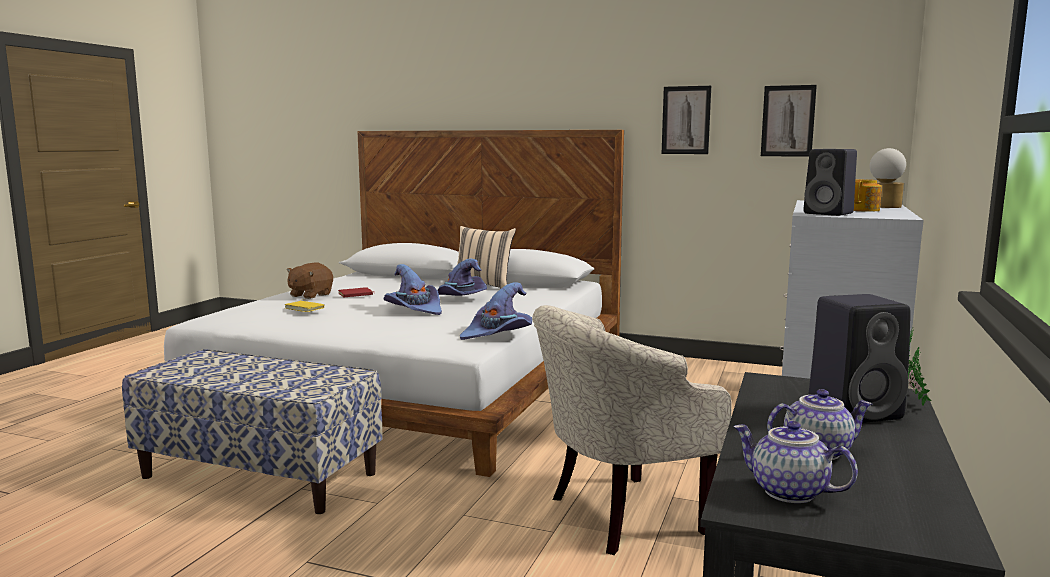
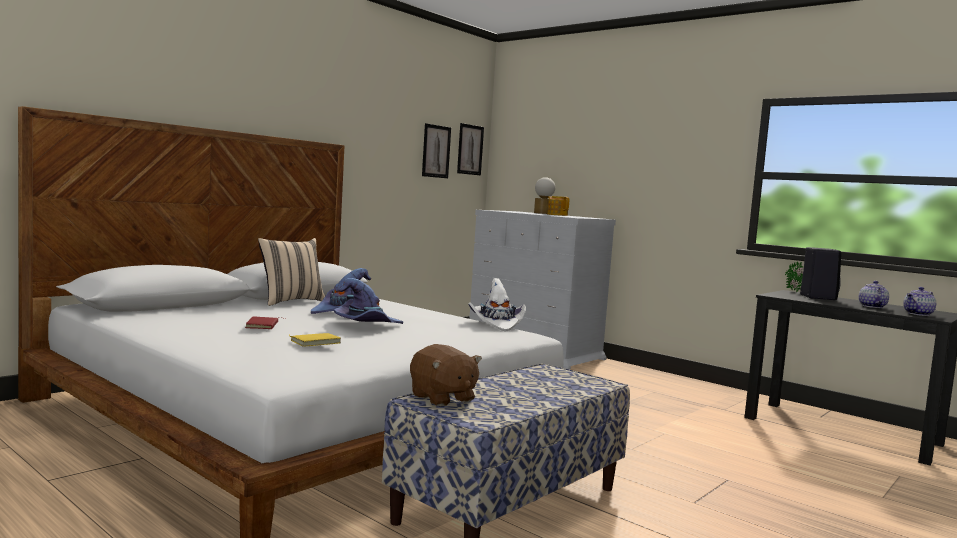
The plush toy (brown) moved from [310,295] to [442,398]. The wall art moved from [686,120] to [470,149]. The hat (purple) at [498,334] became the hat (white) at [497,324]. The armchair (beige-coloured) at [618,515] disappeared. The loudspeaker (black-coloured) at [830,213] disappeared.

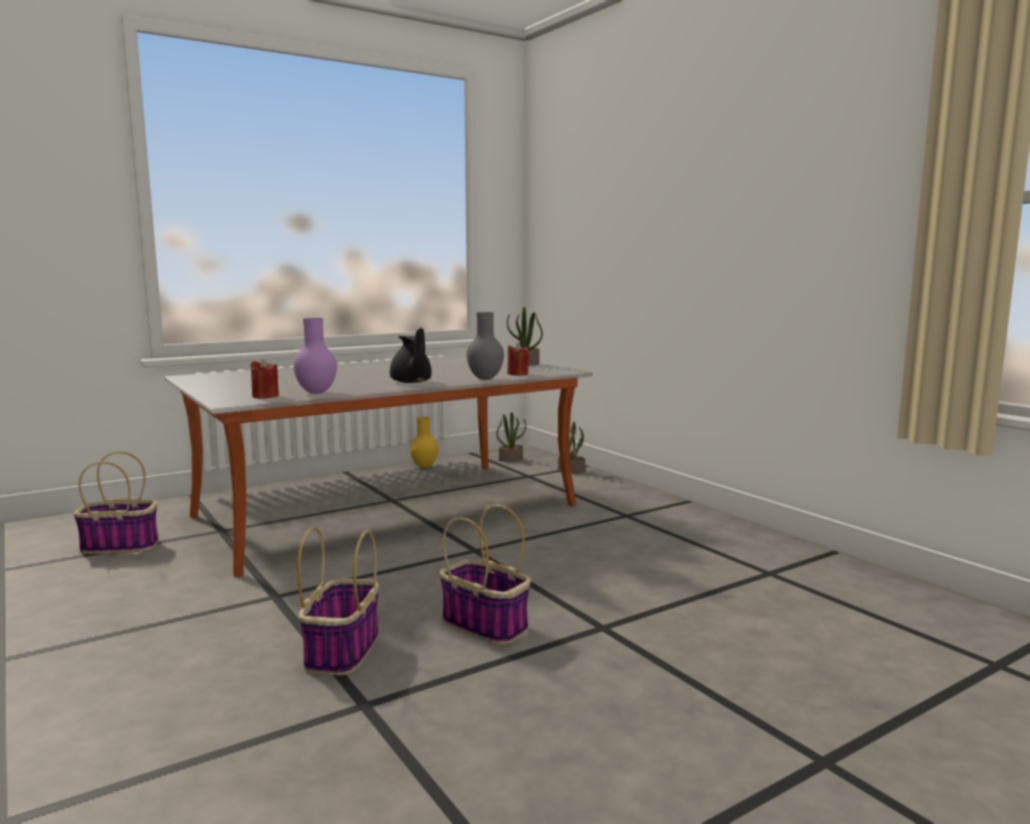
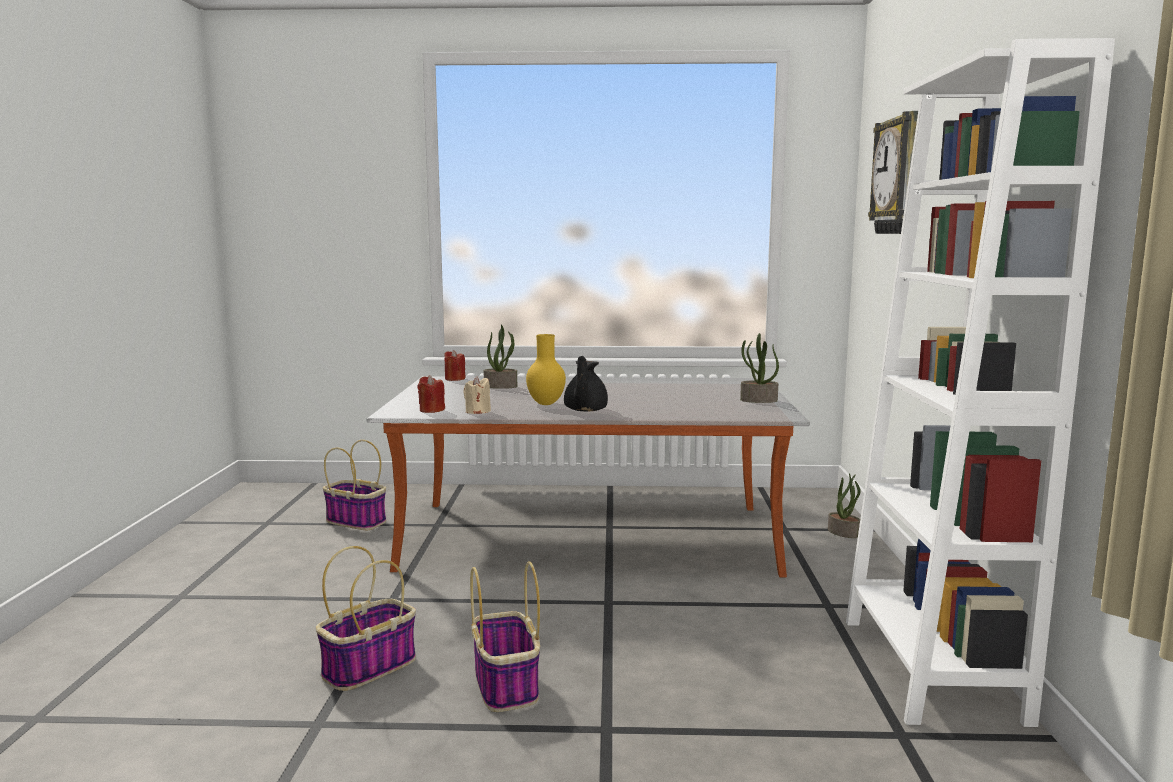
The wax light (red) moved from [517,374] to [454,379]. The decorative vase (purple) at [316,392] was replaced by the wax light (beige-coloured) at [477,411]. The potted plant moved from [511,459] to [501,386]. The decorative vase (yellow-coloured) moved from [423,467] to [545,404]. The bookcase (white) at [931,668] appeared. The wall clock at [898,176] appeared. The decorative vase (gray) at [484,379] disappeared.

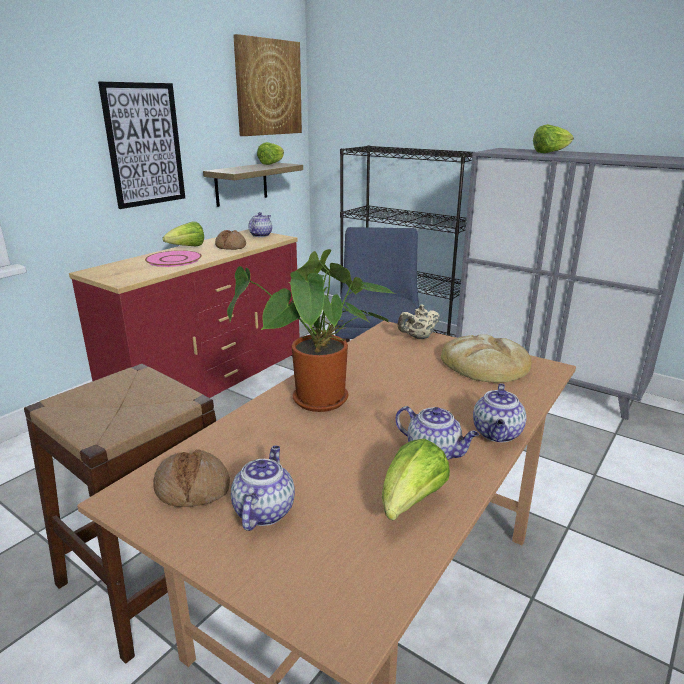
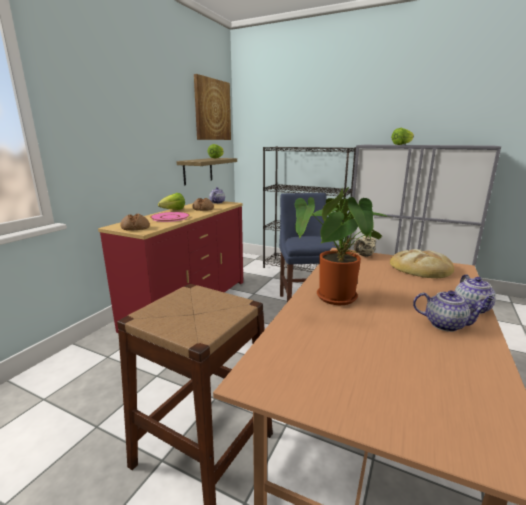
The bread moved from [192,488] to [135,228]. The wall art at [144,145] disappeared. The teapot at [264,510] disappeared. The head of lettuce at [411,503] disappeared.

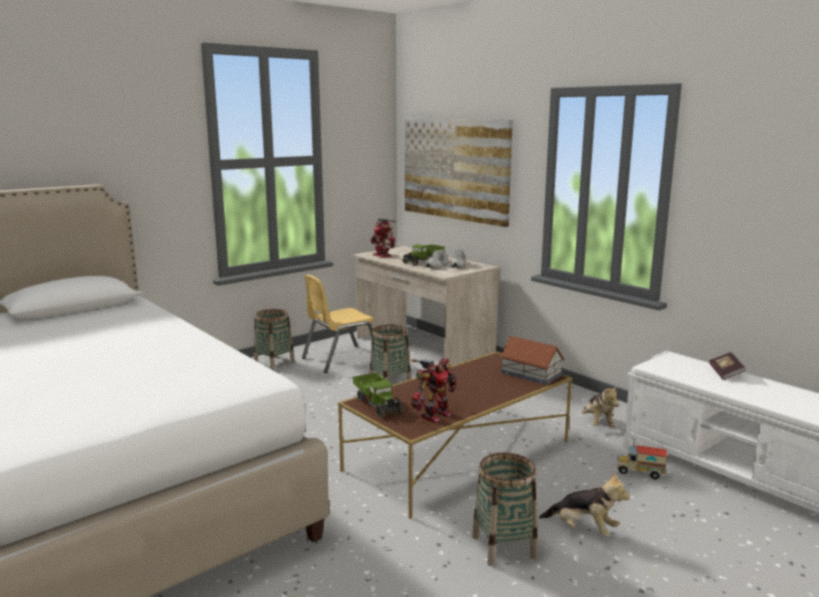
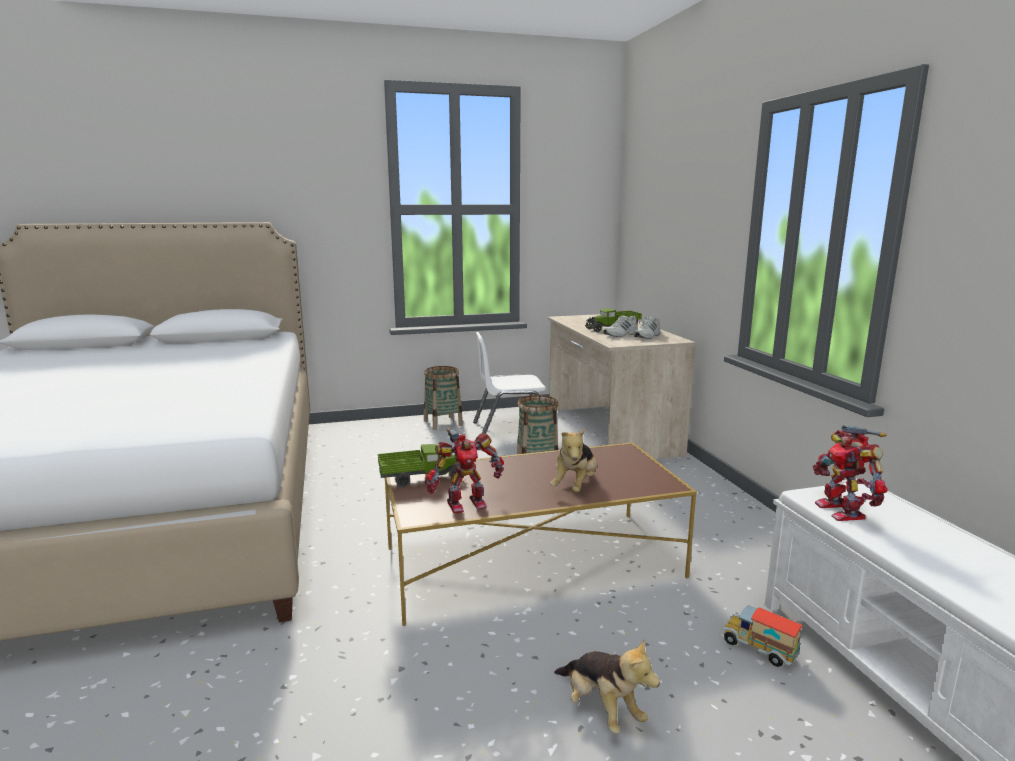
The model truck at [378,404] turned 105 degrees counterclockwise. The upright chair (yellow-coloured) at [341,359] became the upright chair (white) at [511,429]. The plush toy moved from [598,423] to [575,486]. The toy robot moved from [383,255] to [843,511]. The wall art at [455,169] disappeared. The household basket at [504,546] disappeared. The model house at [531,374] disappeared. The bound book at [725,373] disappeared.

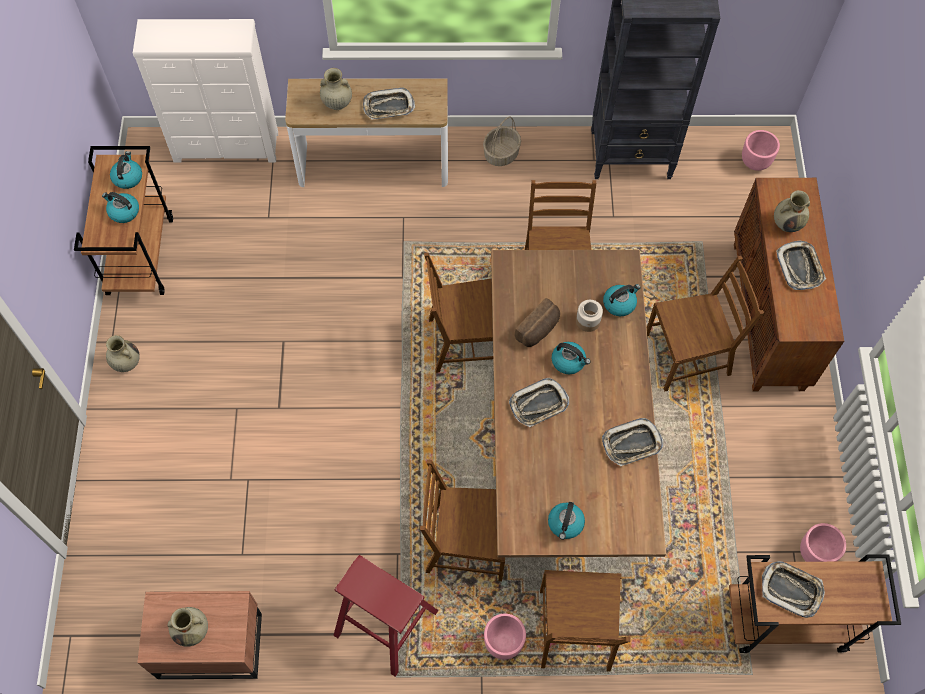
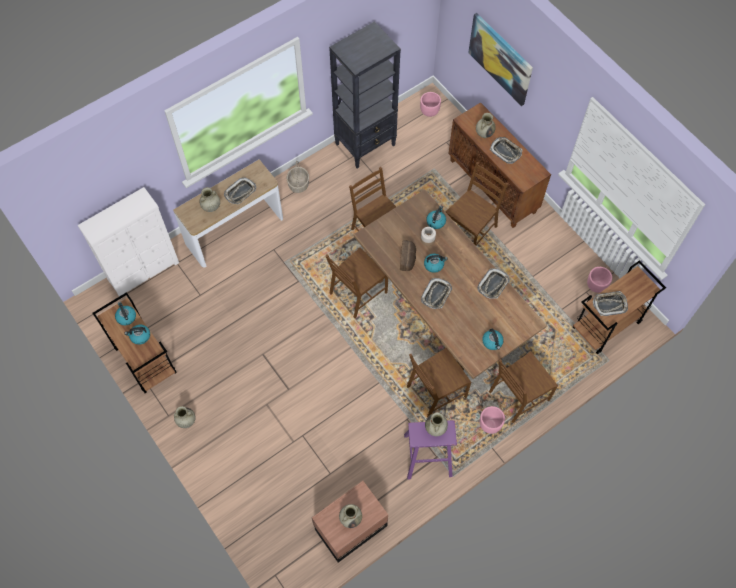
The stool (red) at [386,623] became the stool (purple) at [427,455]. The decorative vase (beige-coloured) at [435,428] appeared. The wall art at [500,59] appeared. The upright chair (brown) at [576,631] turned 90 degrees clockwise.

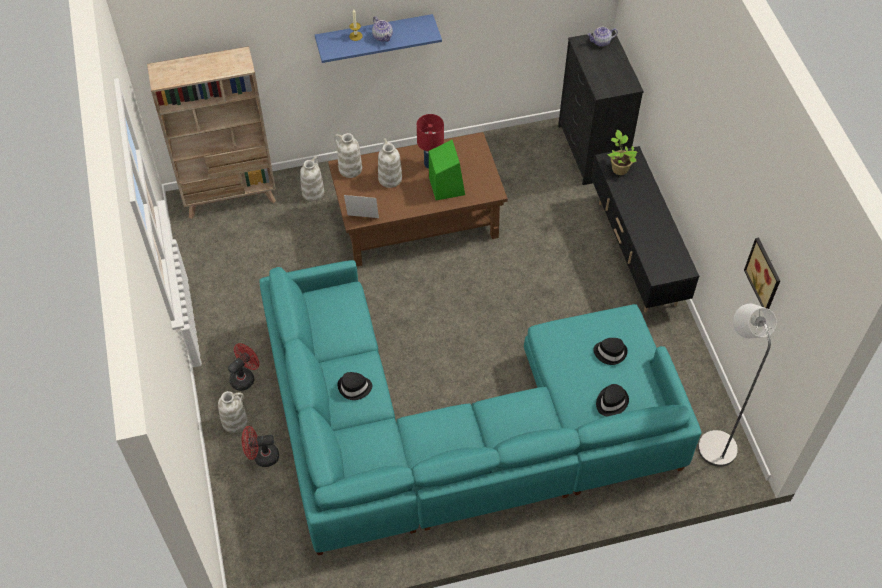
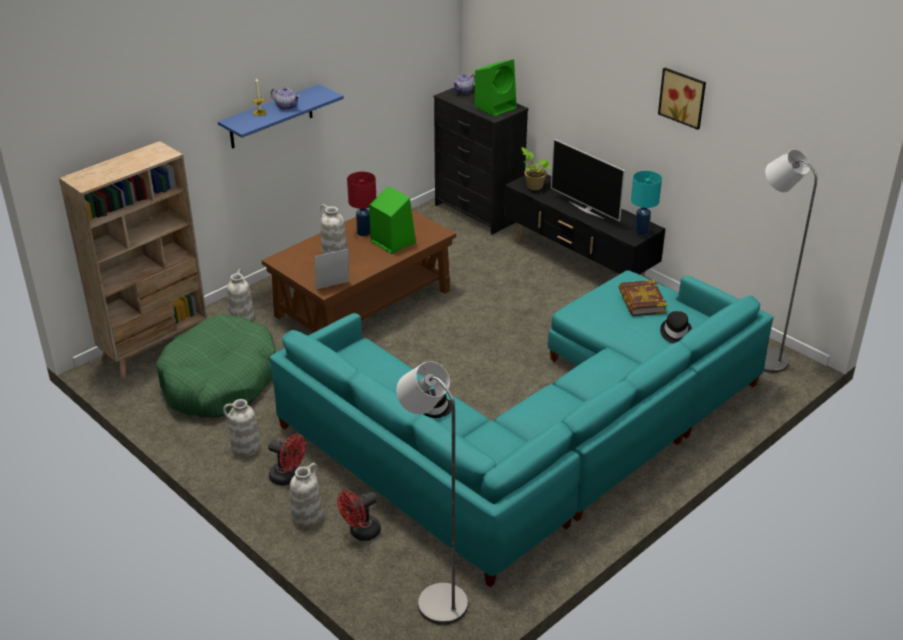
The pet bed (green) at [219,381] appeared. The decorative vase (white) moved from [349,169] to [245,447]. The fan (red) at [245,377] turned 105 degrees clockwise. The floor lamp (gray) at [435,599] appeared. The loudspeaker (green) at [496,107] appeared. The TV at [586,210] appeared. The hat (black-coloured) at [610,352] was replaced by the bound book at [641,302]. The lamp for a table (turquoise) at [642,232] appeared. The wall art moved from [765,274] to [683,97].

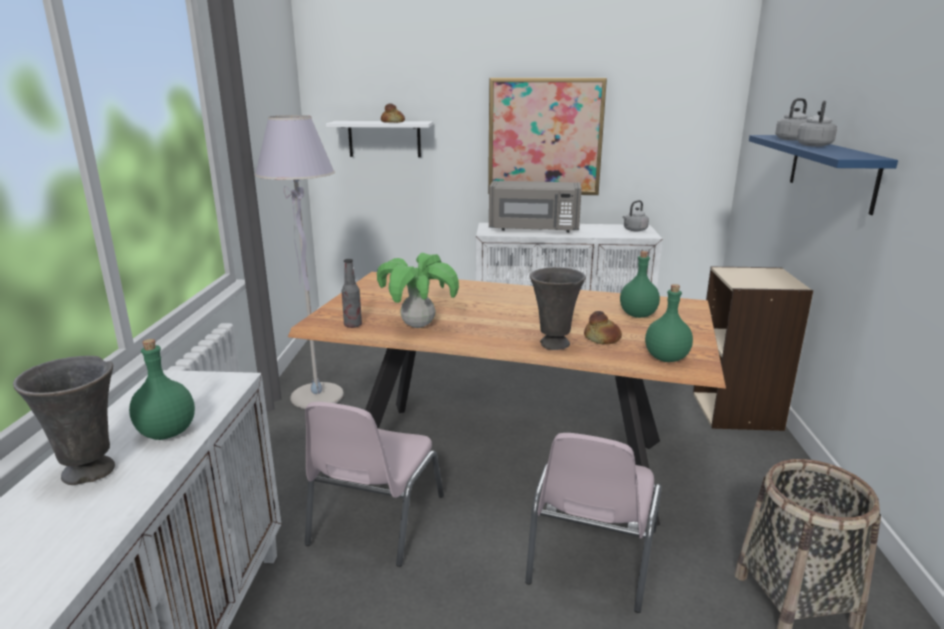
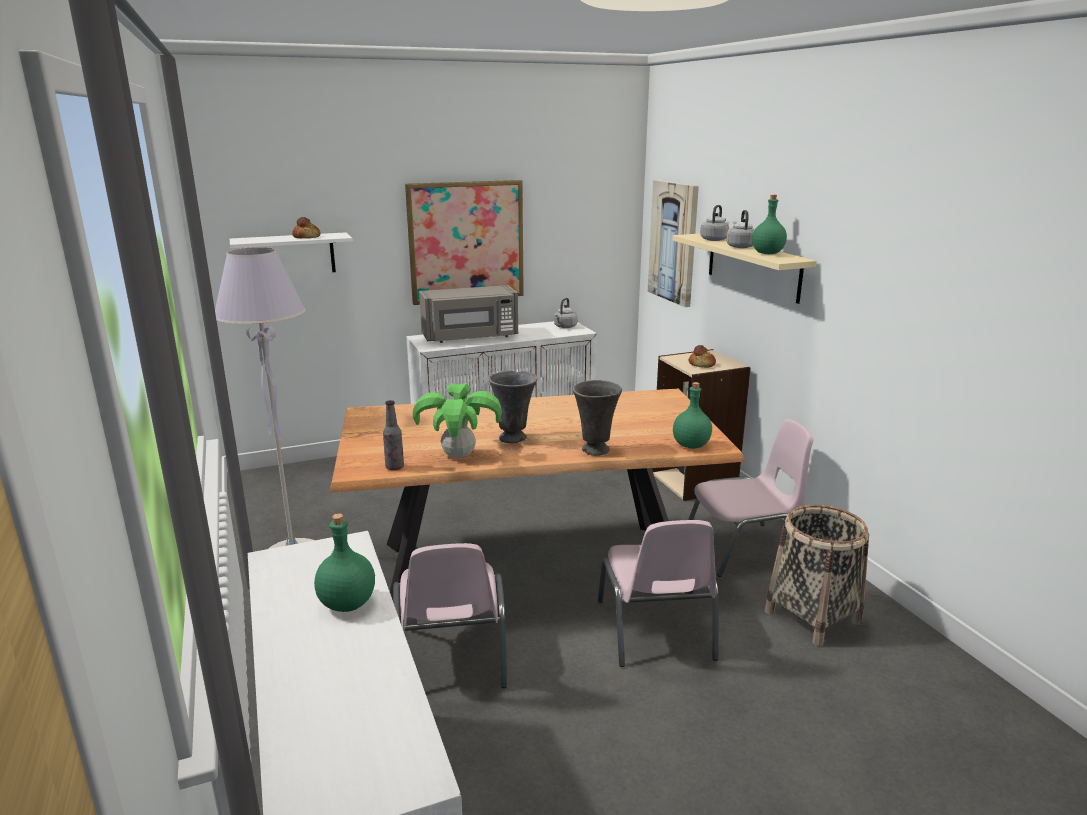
The decorative vase (gray) moved from [90,472] to [514,438]. The wall art at [673,242] appeared. The wall shelf (blue) at [831,171] became the wall shelf (beige-coloured) at [753,266]. The upright chair (pink) at [743,548] appeared. The bread moved from [602,338] to [702,364]. The bottle (green) moved from [637,315] to [767,253].

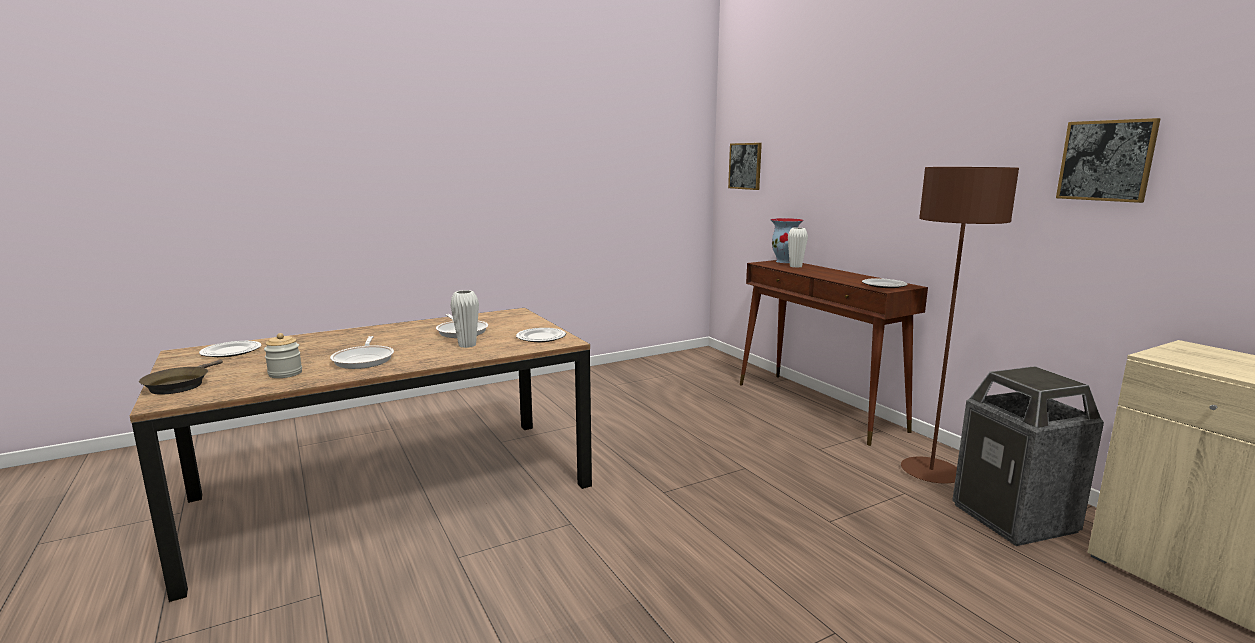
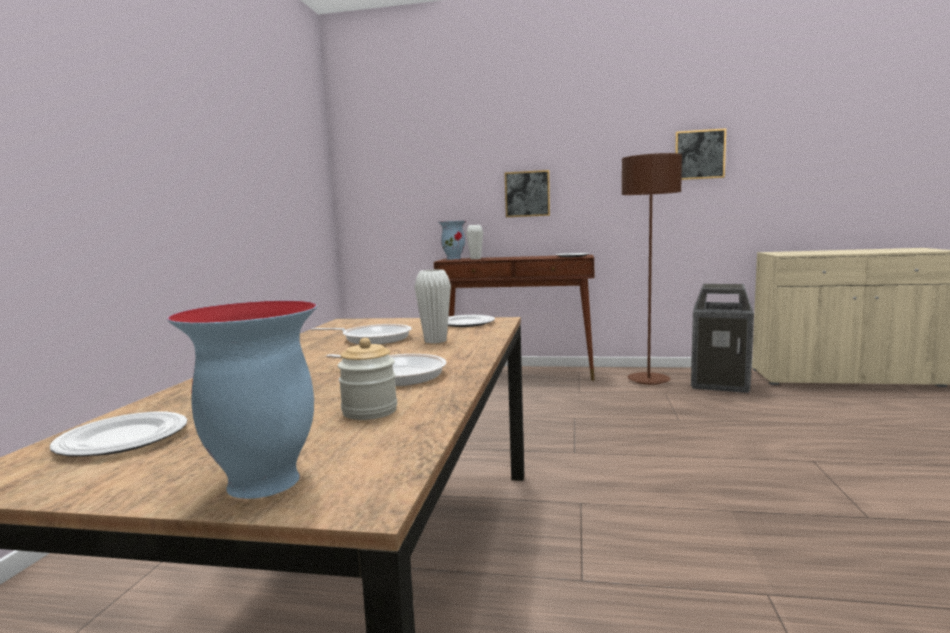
The skillet (brown) at [180,385] was replaced by the decorative vase at [263,483]. The wall art moved from [745,166] to [527,194].

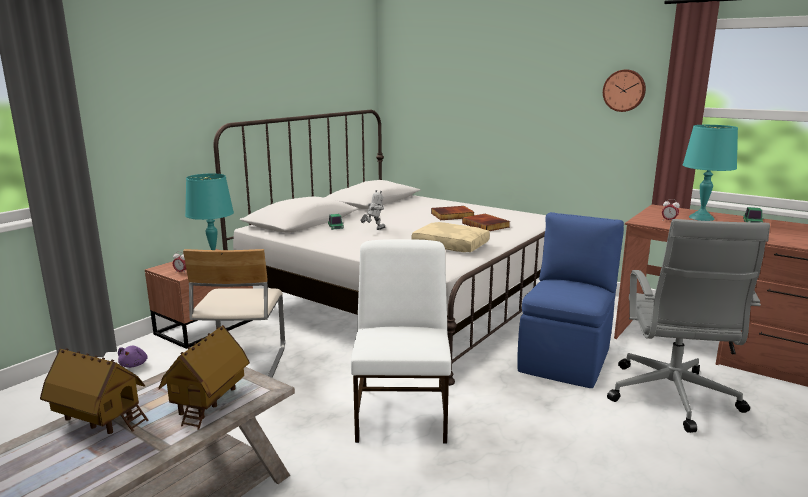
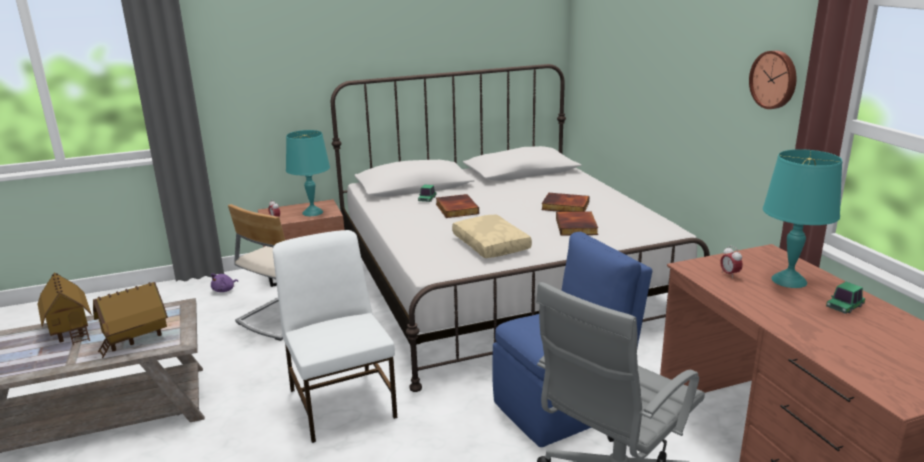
The upright chair (white) at [403,413] turned 60 degrees counterclockwise. The toy robot at [373,229] was replaced by the bound book at [456,209].

